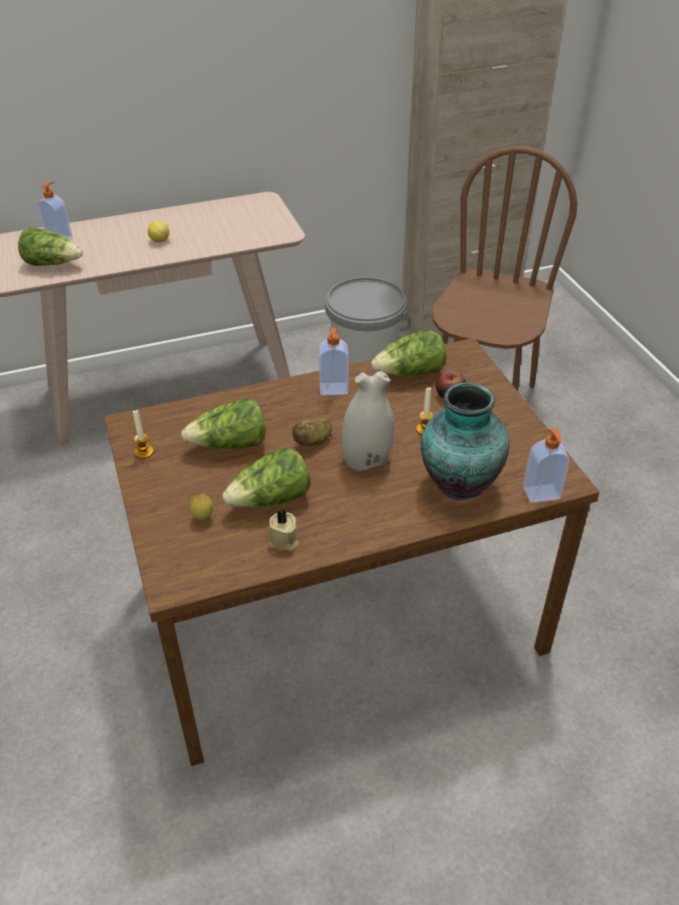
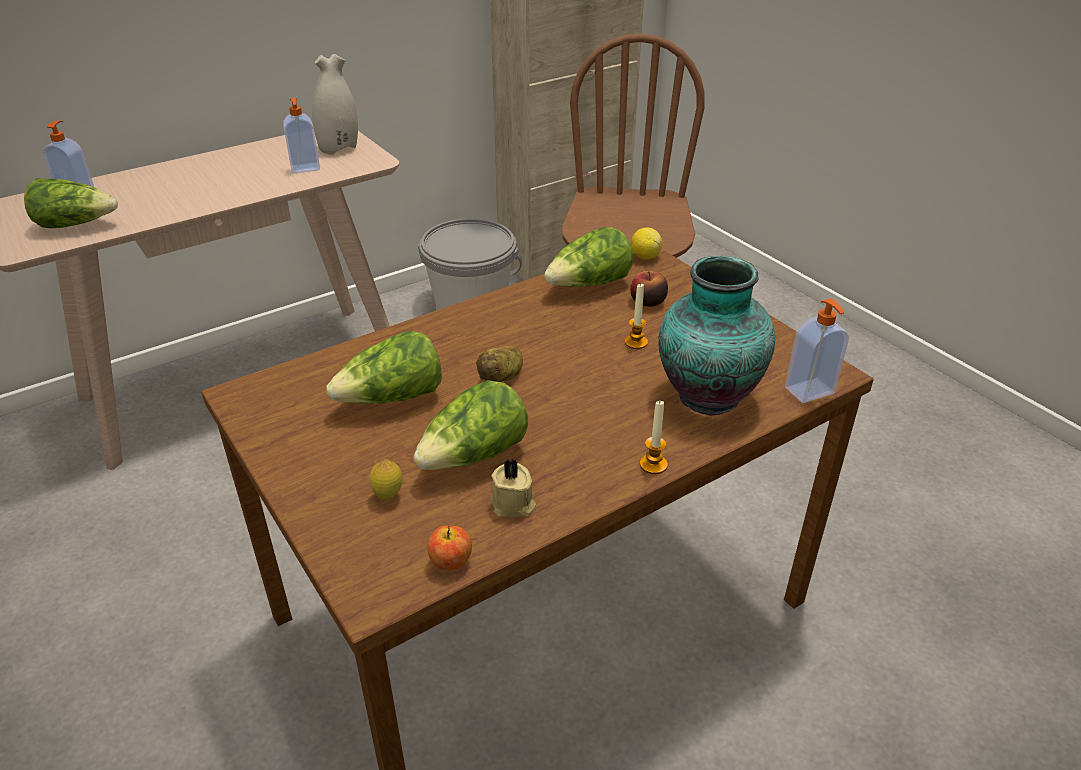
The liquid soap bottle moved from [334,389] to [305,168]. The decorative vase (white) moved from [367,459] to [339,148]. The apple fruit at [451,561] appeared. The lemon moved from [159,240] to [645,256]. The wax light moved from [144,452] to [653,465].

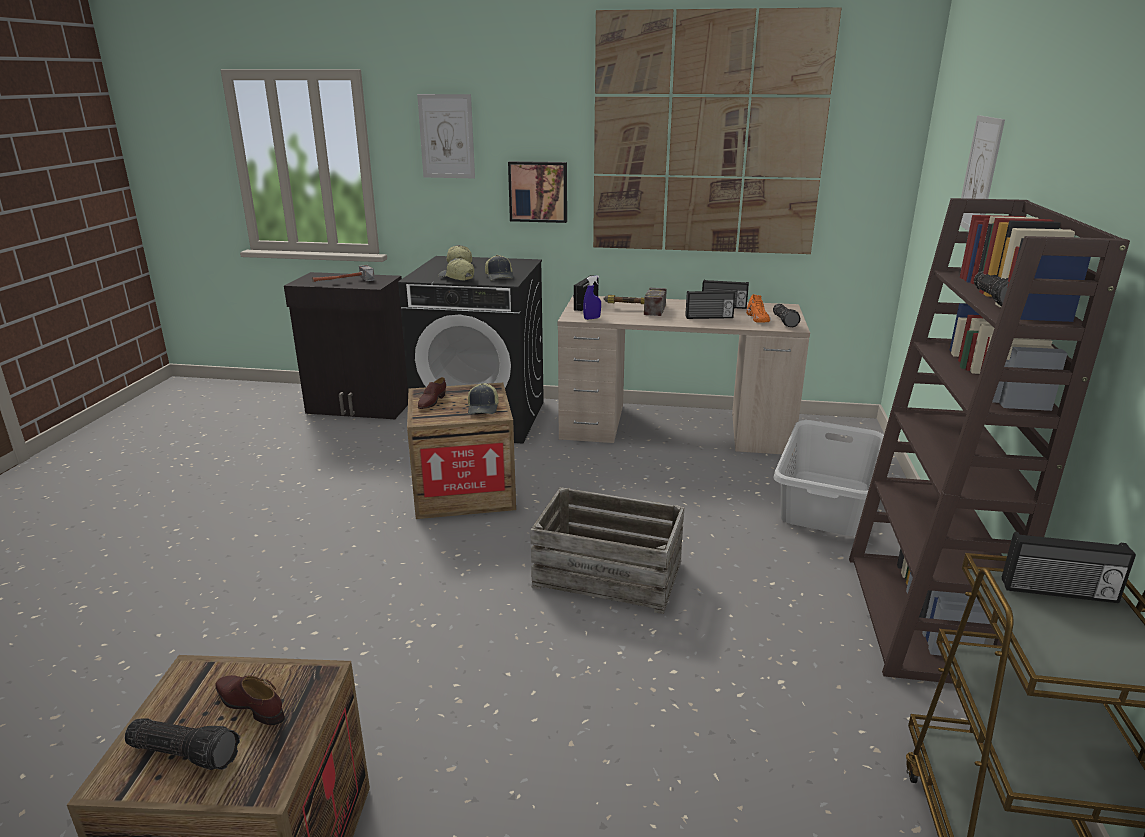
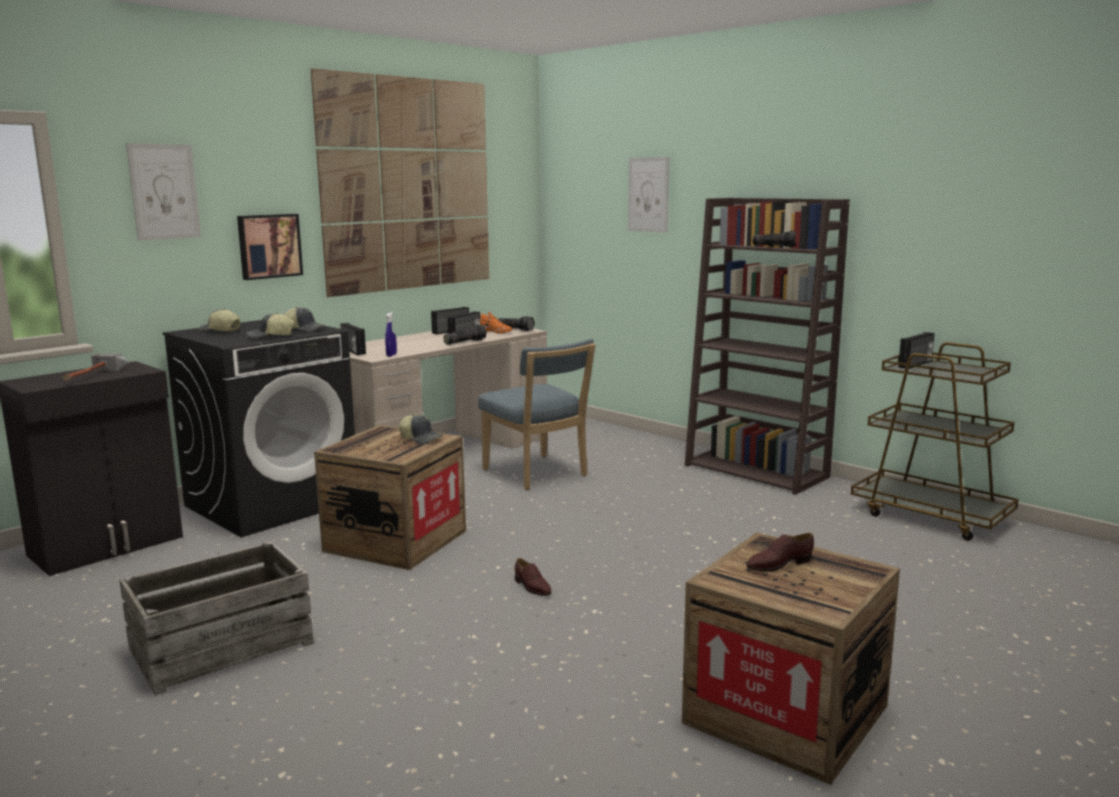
The packing crate moved from [608,574] to [221,646]. The torch moved from [186,752] to [465,342]. The upright chair (blue) at [537,474] appeared. The low shoe (brown) moved from [431,401] to [532,587]. The hammer at [633,309] disappeared. The laundry basket (gray) at [826,502] disappeared.

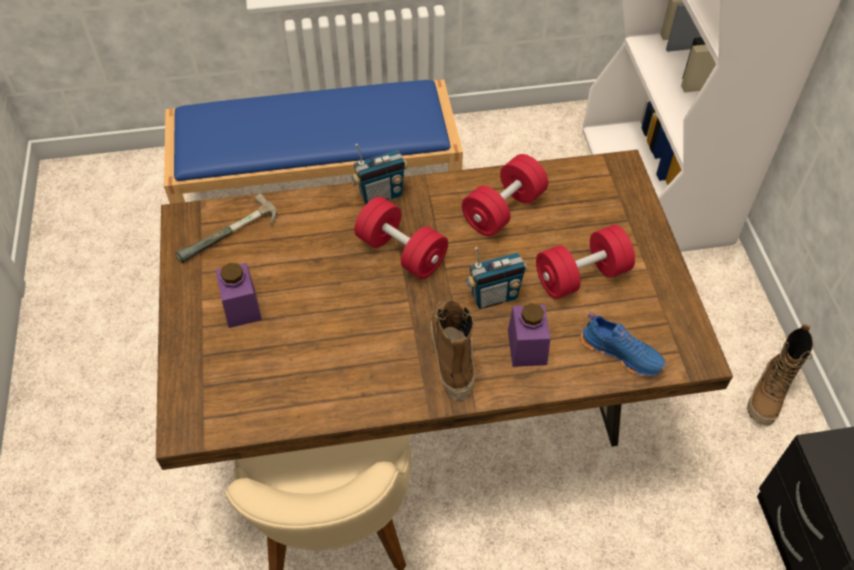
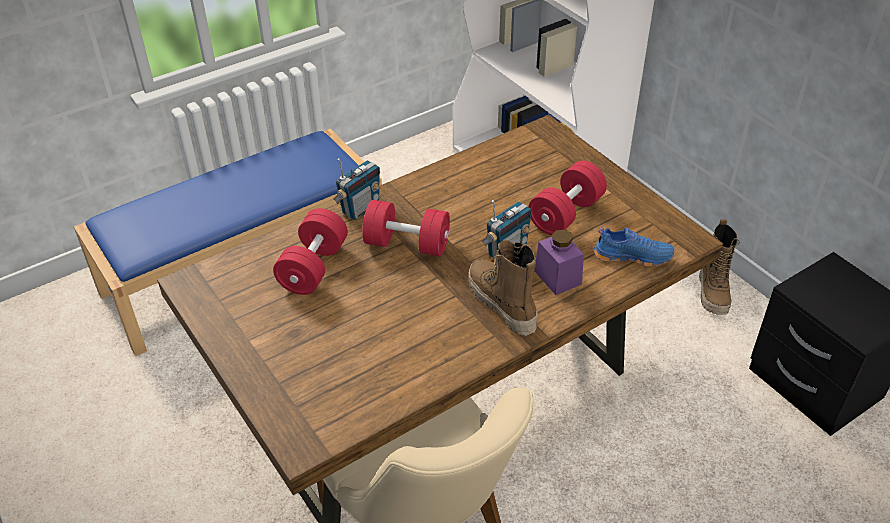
The hand weight (red) moved from [503,210] to [313,267]. The hammer at [231,237] disappeared. The preserve jar (purple) at [241,307] disappeared.

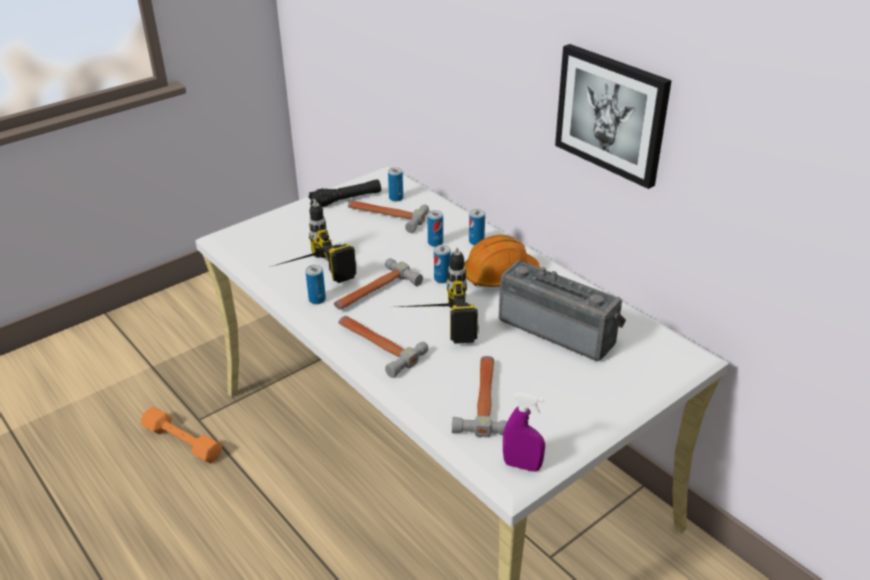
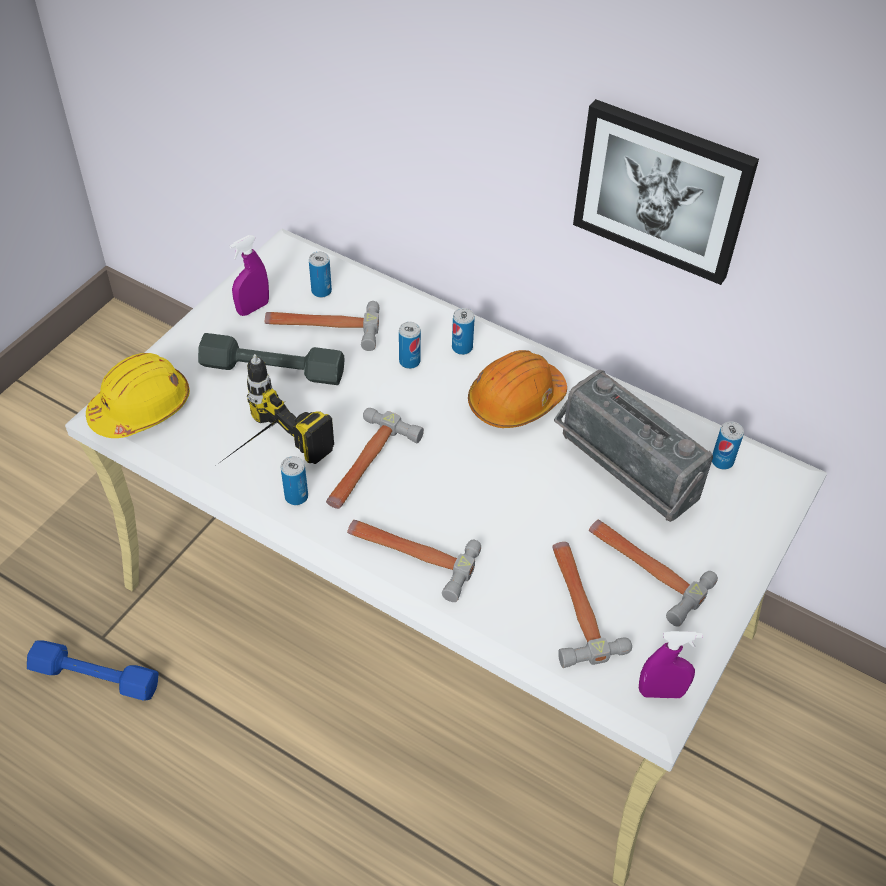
The hand weight (orangey) at [183,441] became the hand weight (blue) at [95,676]. The hard hat (yellow-coloured) at [141,408] appeared. The hand weight (gray) at [272,370] appeared. The torch (black-coloured) at [346,200] was replaced by the hand sprayer (purple) at [253,308]. The radio at [559,329] turned 150 degrees counterclockwise. The hammer at [644,568] appeared. The sealed can moved from [442,279] to [722,461]. The electric drill at [432,324] disappeared.

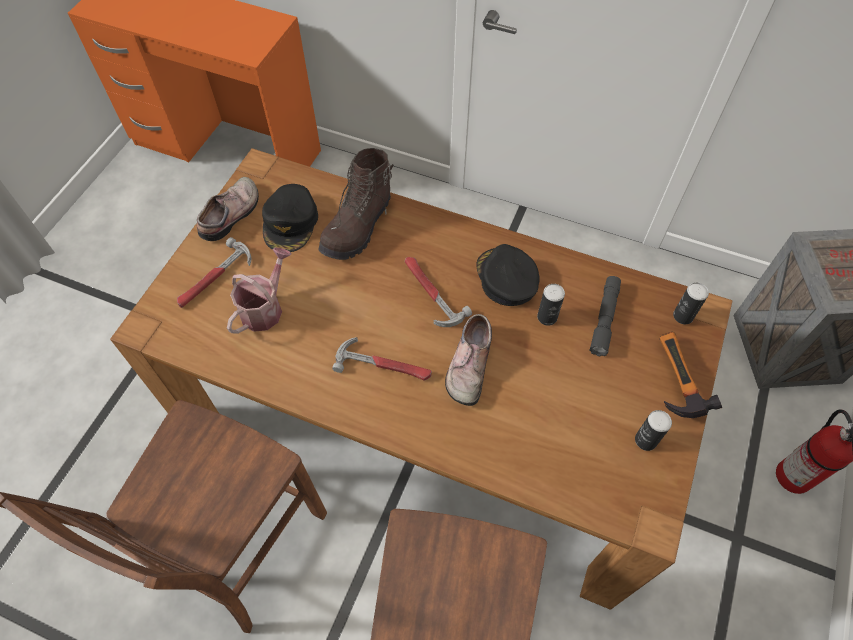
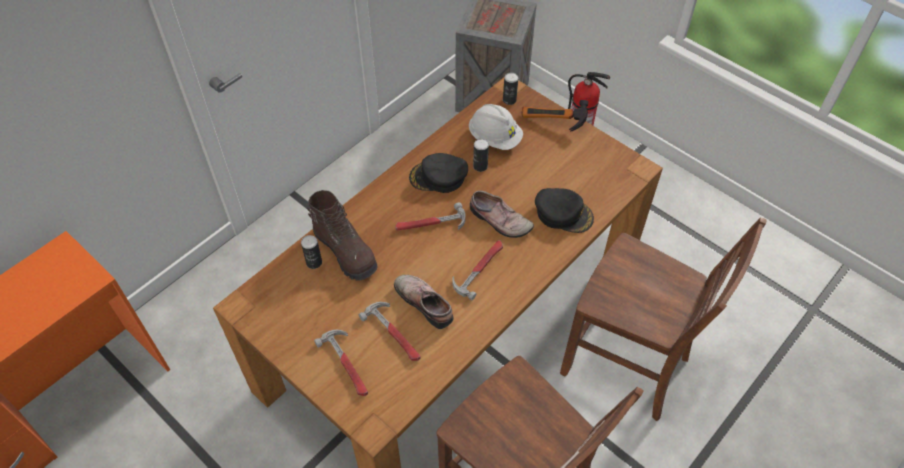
The sealed can moved from [645,440] to [314,262]. The sprinkling can at [265,308] was replaced by the hammer at [394,334]. The low shoe moved from [232,214] to [426,302]. The torch (gray) at [604,319] was replaced by the hard hat (white) at [494,138]. The cap (black-coloured) moved from [291,223] to [563,213].

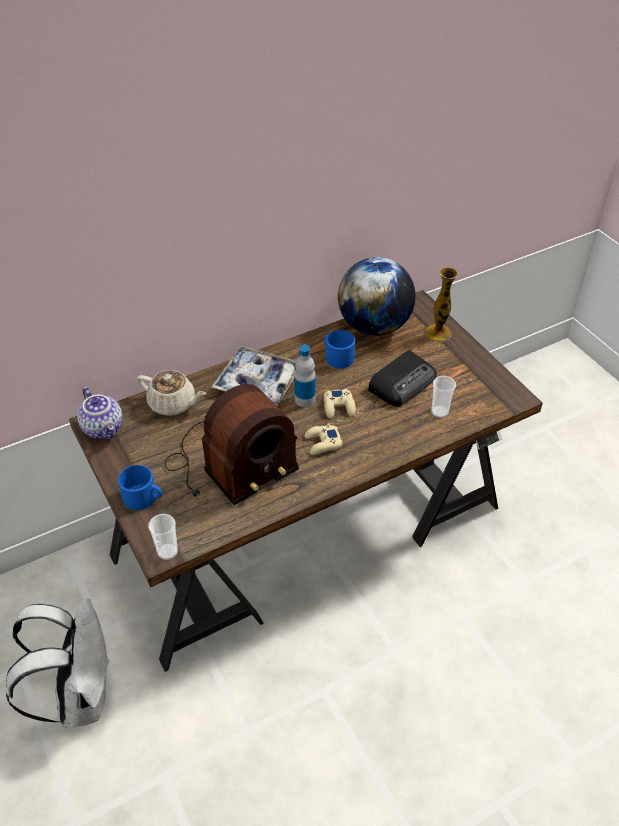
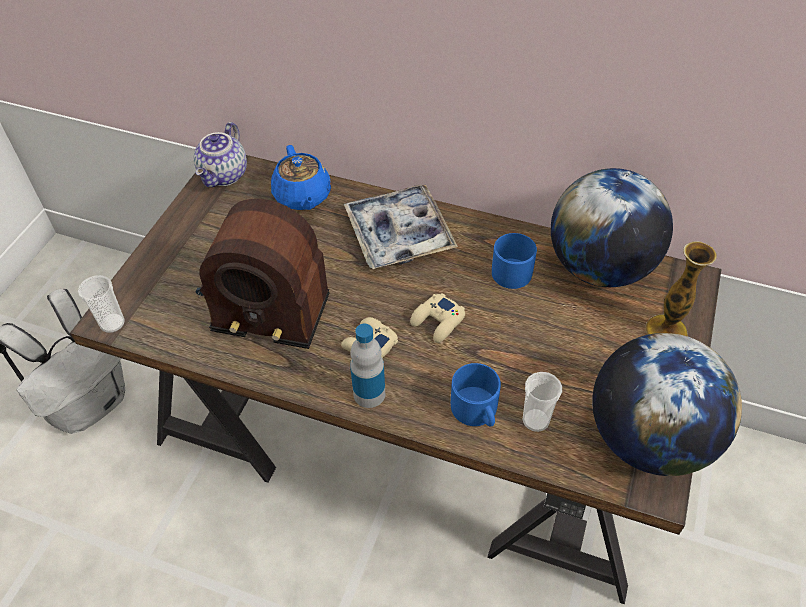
The teapot (beige-coloured) at [173,404] became the teapot (blue) at [302,197]. The bottle moved from [305,399] to [369,394]. The mug (blue) moved from [144,498] to [476,411]. The globe at [648,438] appeared. The radio at [403,382] disappeared.

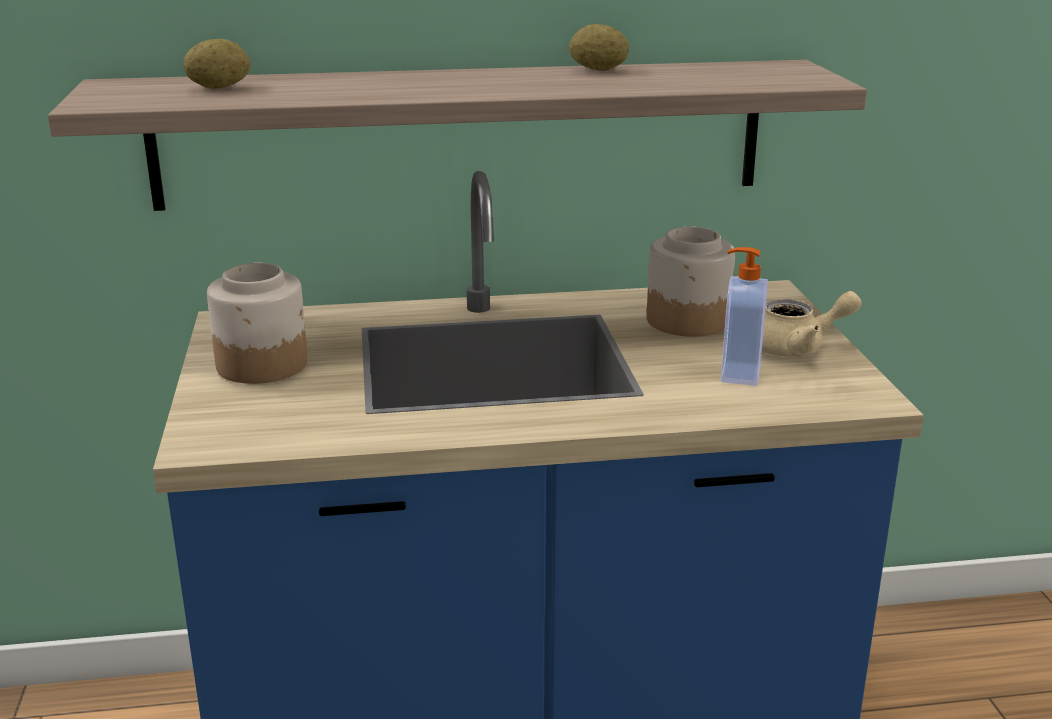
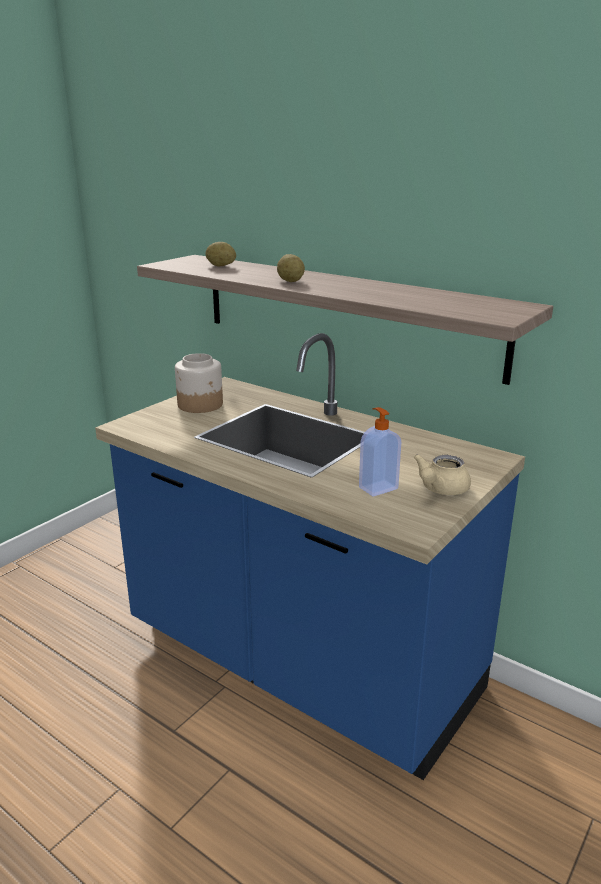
The potato moved from [598,70] to [290,281]. The teapot (beige-coloured) at [798,348] turned 90 degrees clockwise. The preserve jar at [688,320] disappeared.

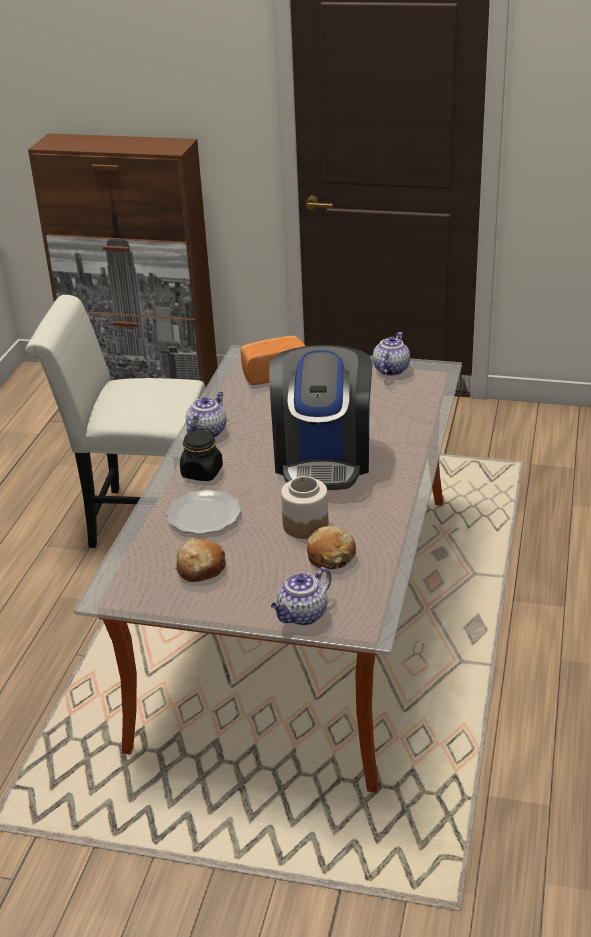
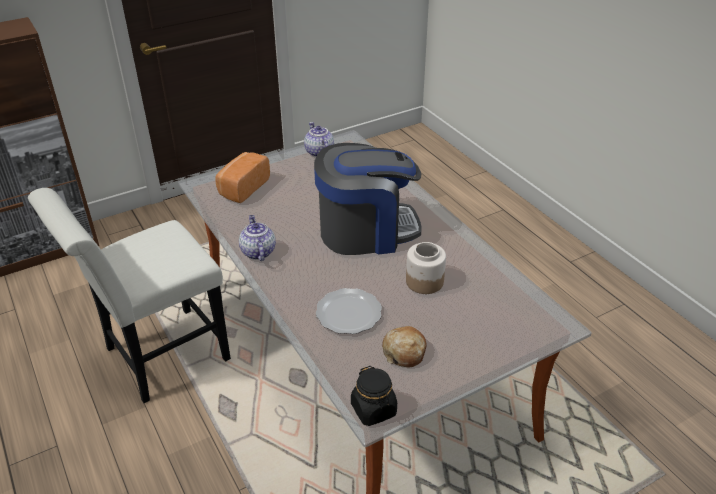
The coffee machine at [323,459] turned 60 degrees counterclockwise. The preserve jar (black-coloured) moved from [202,472] to [374,410]. The teapot at [302,615] disappeared. The bread at [330,556] disappeared.

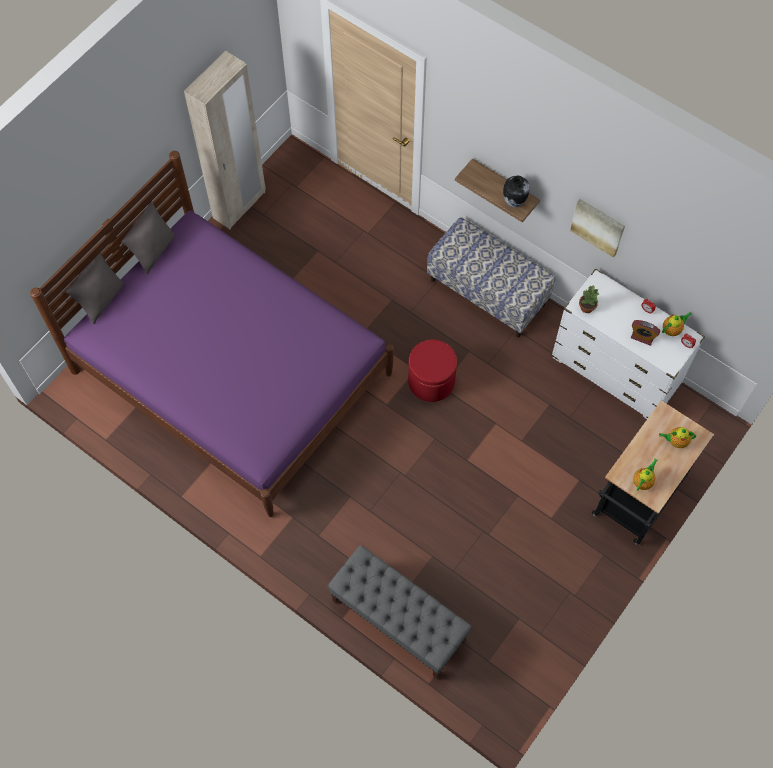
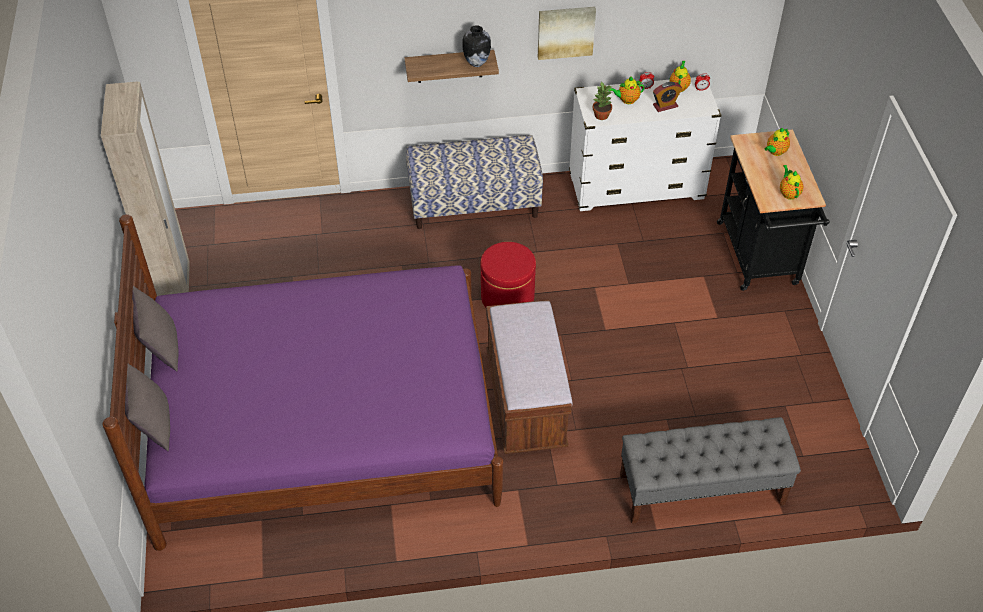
The bench (brown) at [525,401] appeared. The teapot at [626,100] appeared.

